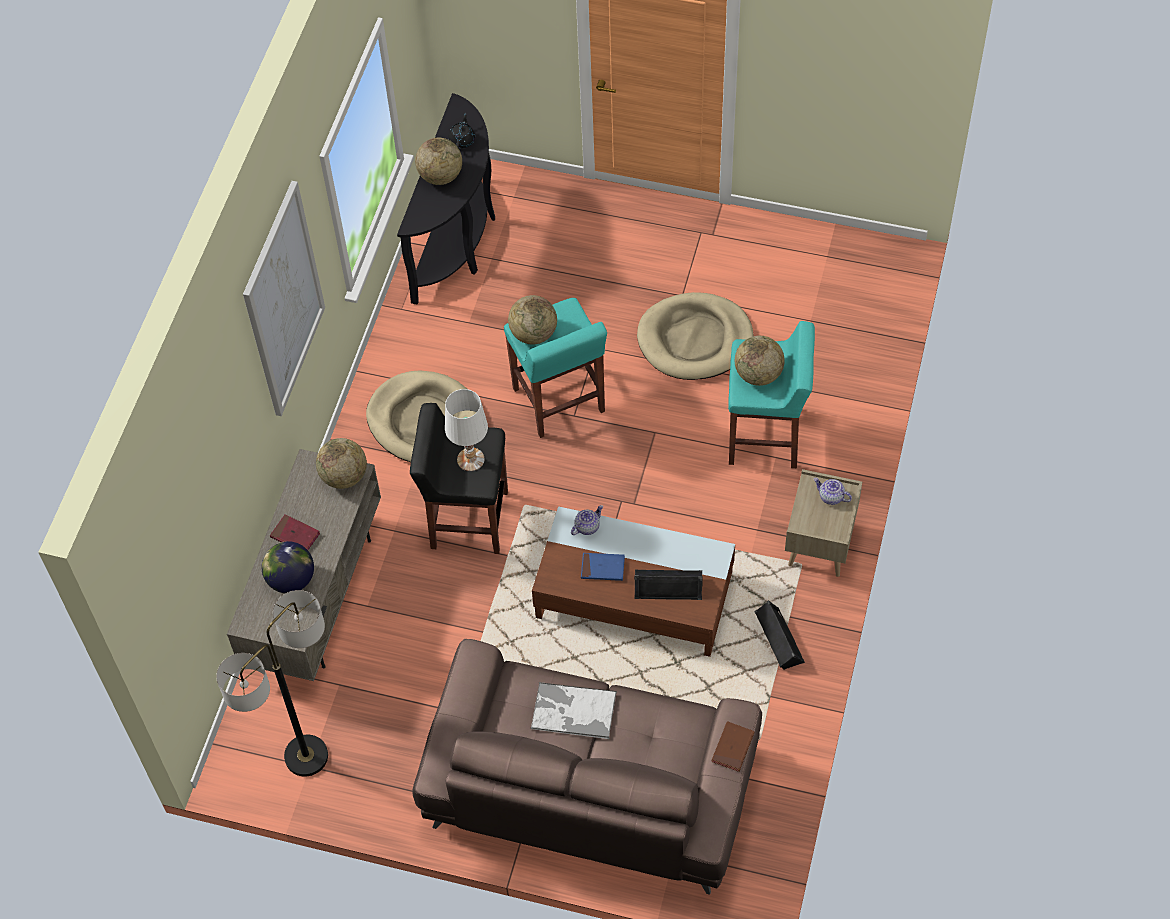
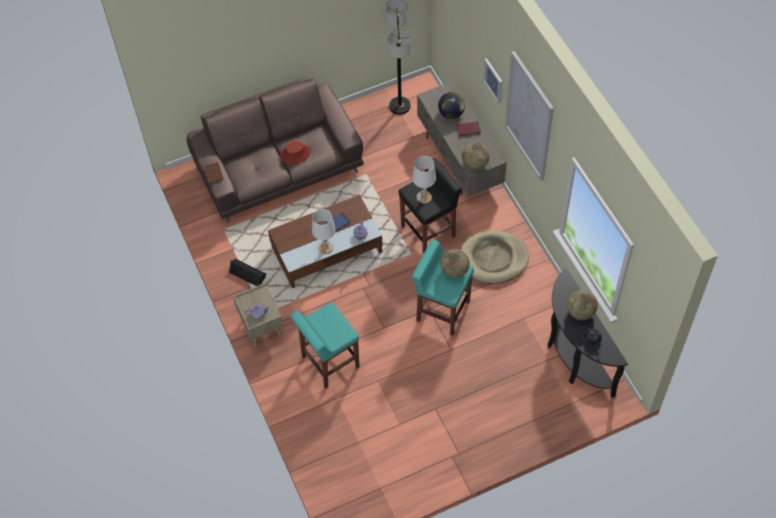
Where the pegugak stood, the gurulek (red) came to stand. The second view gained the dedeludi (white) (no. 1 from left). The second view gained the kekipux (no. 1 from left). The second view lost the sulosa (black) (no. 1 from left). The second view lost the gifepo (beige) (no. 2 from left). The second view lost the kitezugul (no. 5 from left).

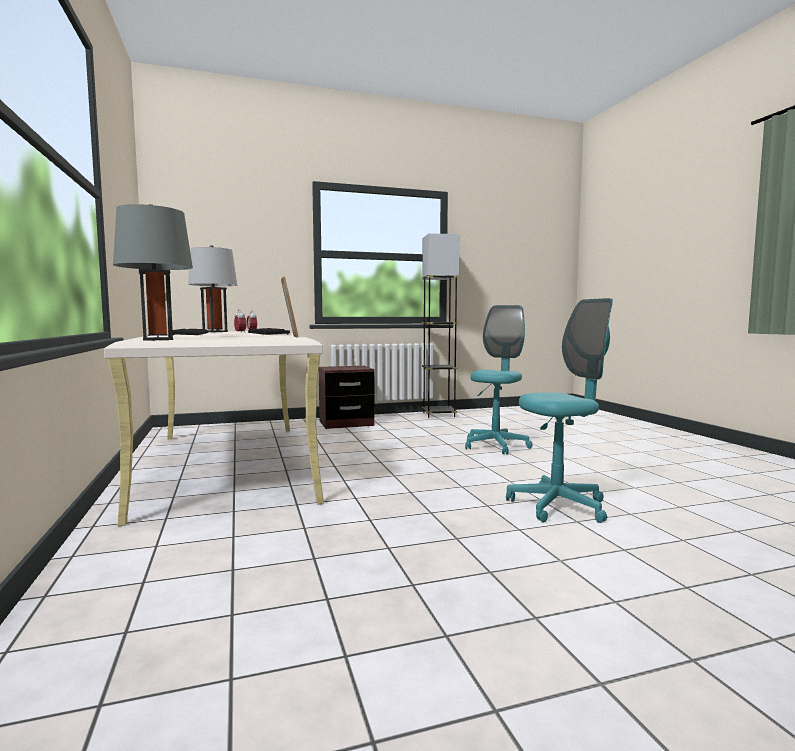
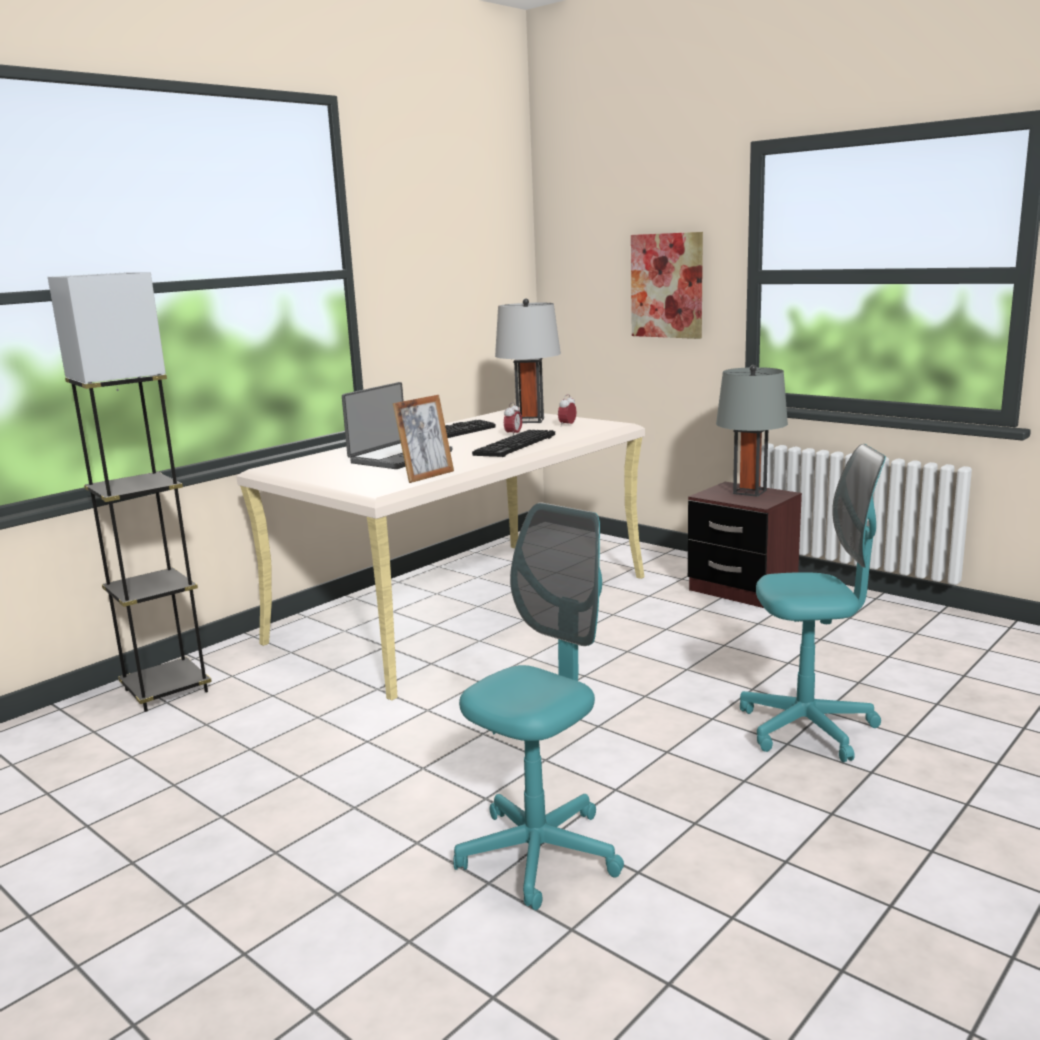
The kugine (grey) ended up elsewhere. The second view gained the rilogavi. The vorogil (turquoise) (no. 2 from left in the first image) ended up facing another way, 90 degrees counterclockwise from before. The second view gained the kekipux. The dedeludi (grey) (no. 1 from left in the first image) ended up elsewhere.

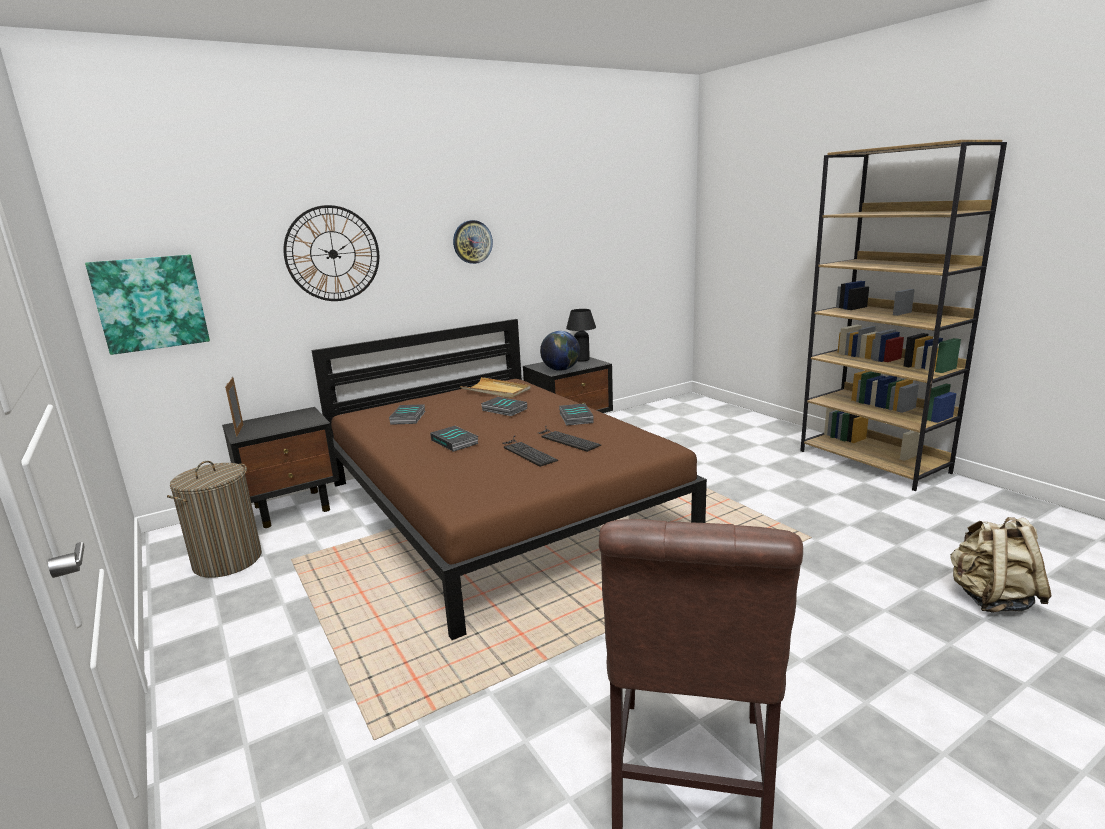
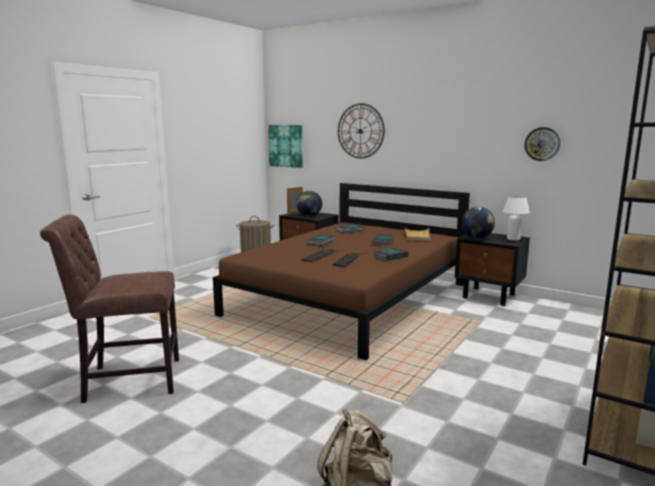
The second view gained the kitezugul (no. 1 from left). What was the dedeludi (black) turned into the dedeludi (white). The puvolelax (no. 2 from left) ended up elsewhere.

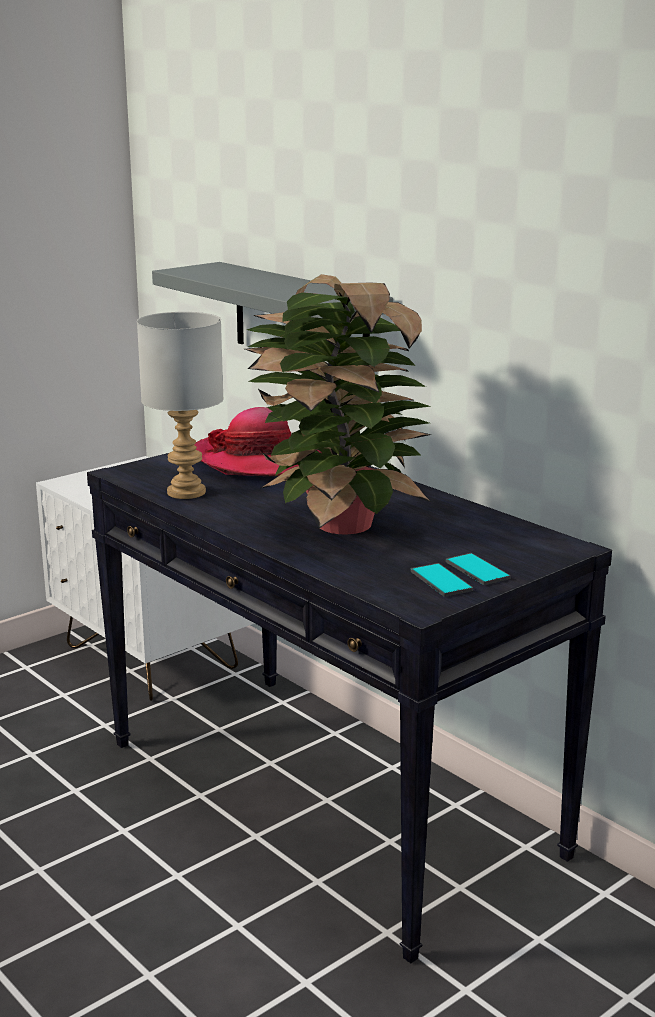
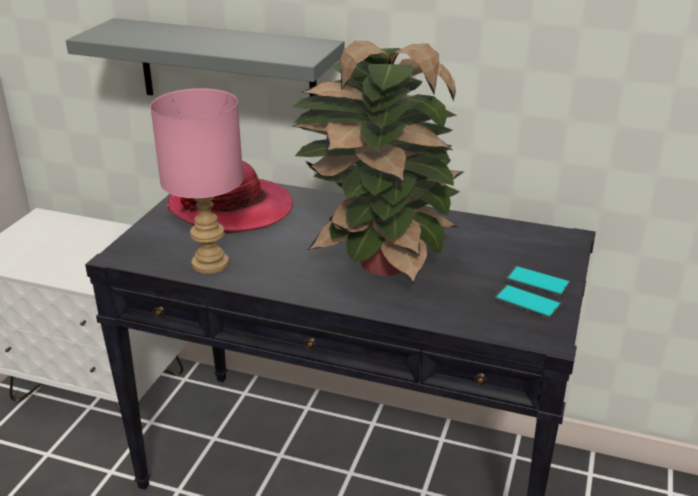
What was the dedeludi (grey) turned into the dedeludi (pink).

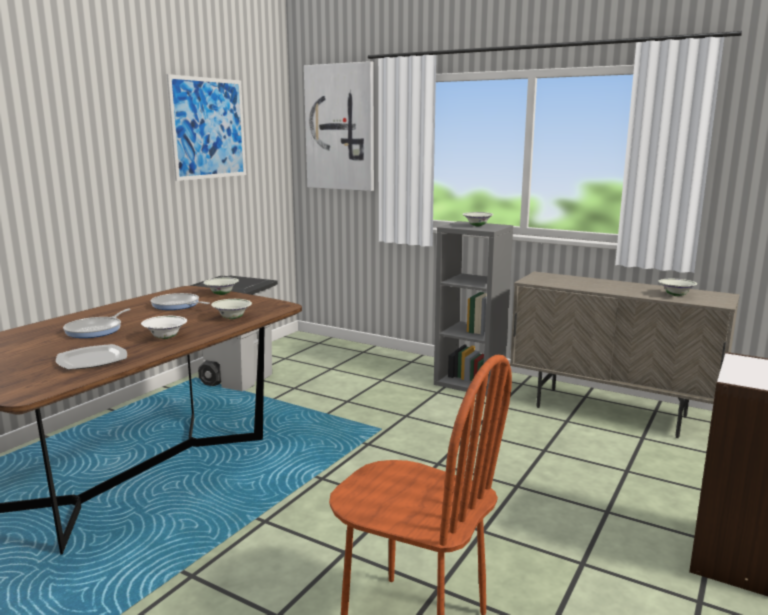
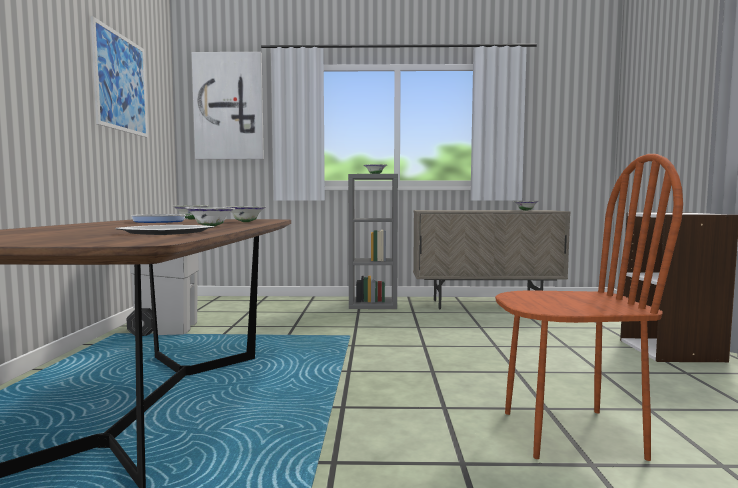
The second view lost the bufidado (no. 1 from left).

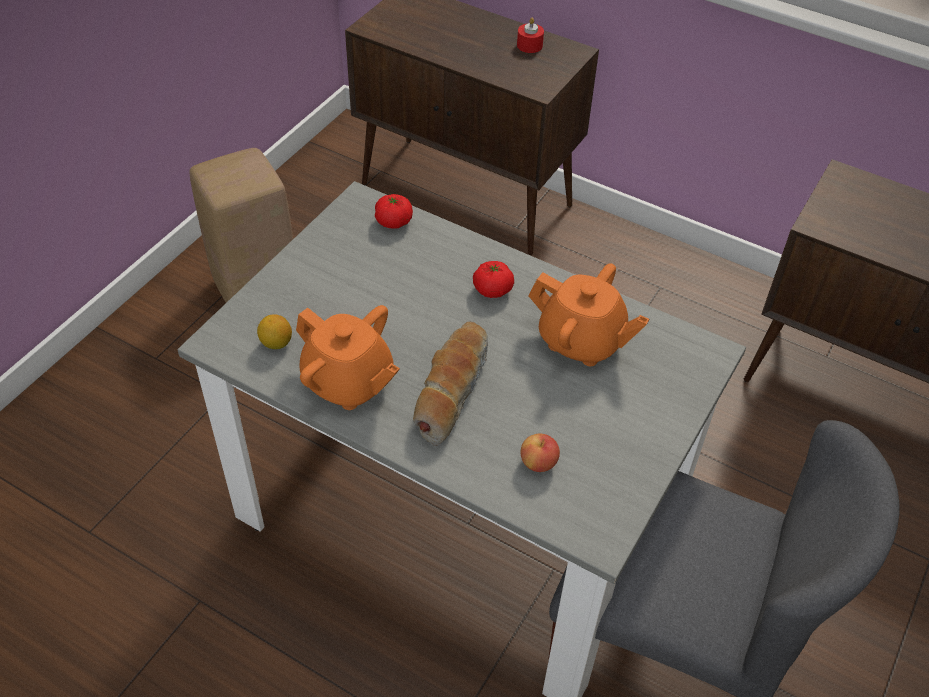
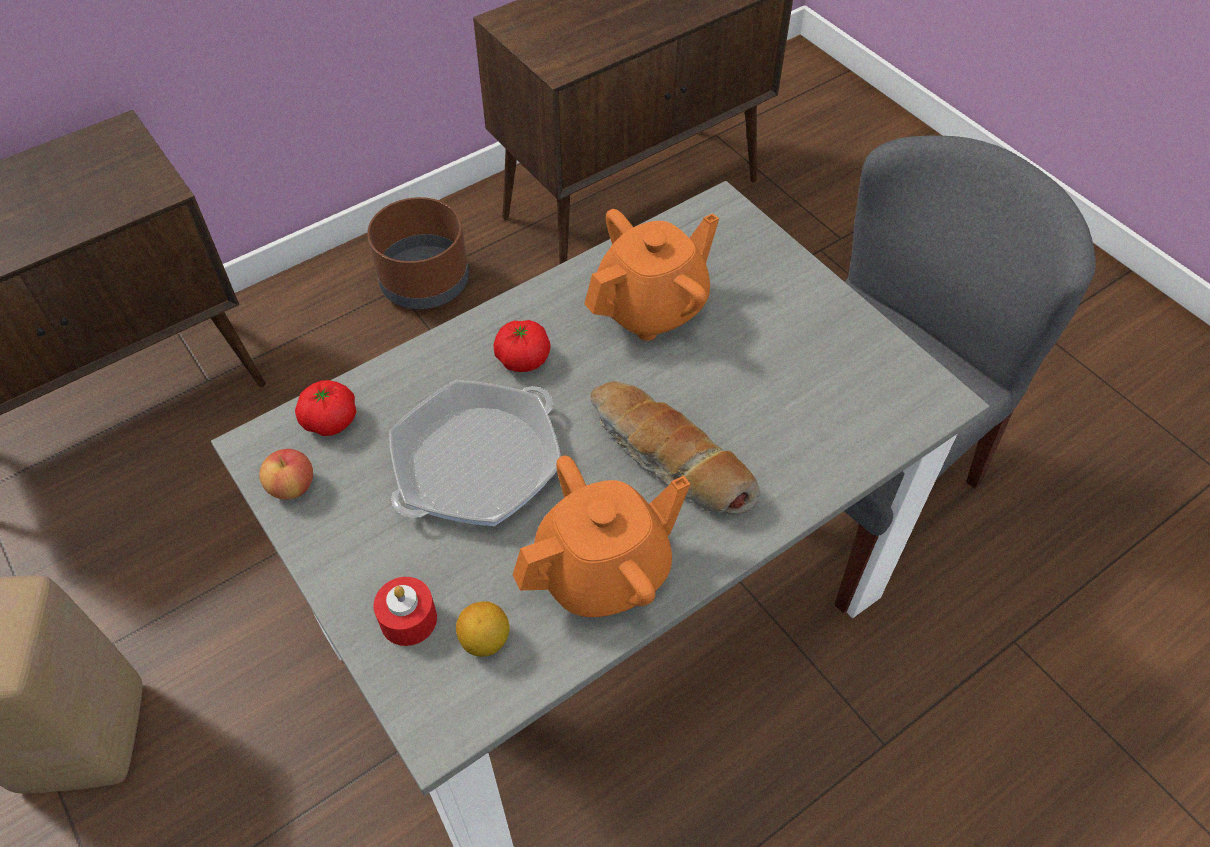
The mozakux ended up elsewhere. The second view gained the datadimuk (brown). The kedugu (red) ended up elsewhere. The second view gained the bufidado.

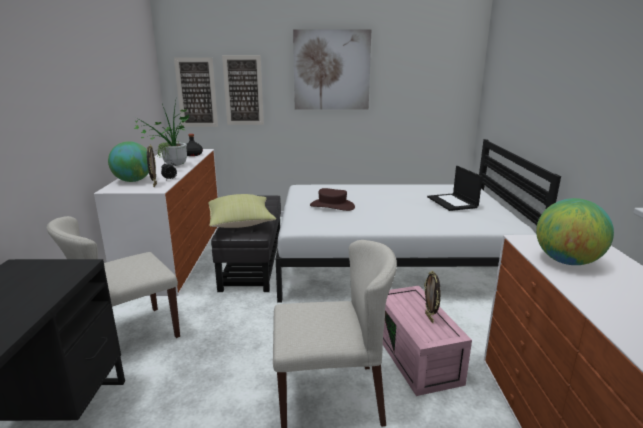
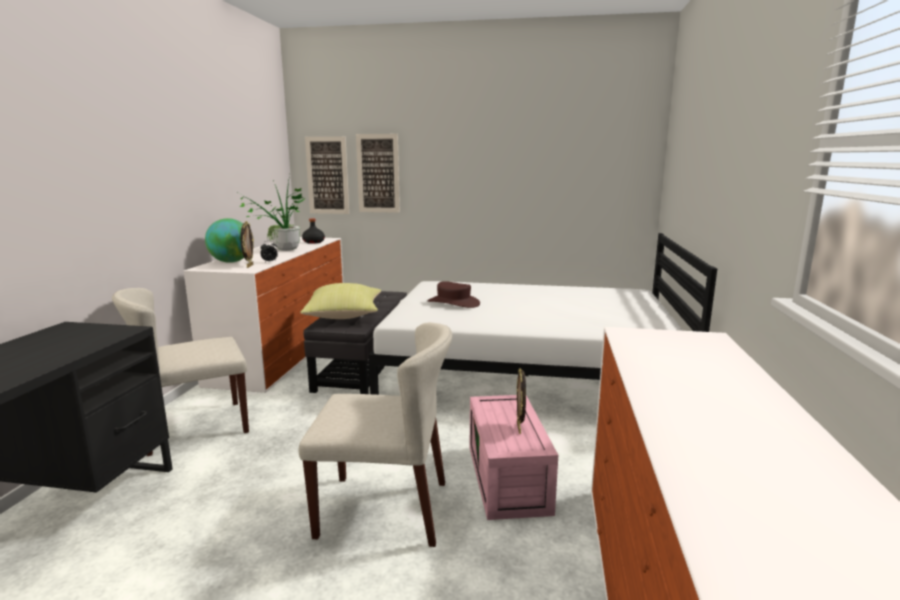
The second view lost the kekipux (no. 3 from left). The second view lost the rilogavi. The second view lost the kitezugul (no. 2 from left).

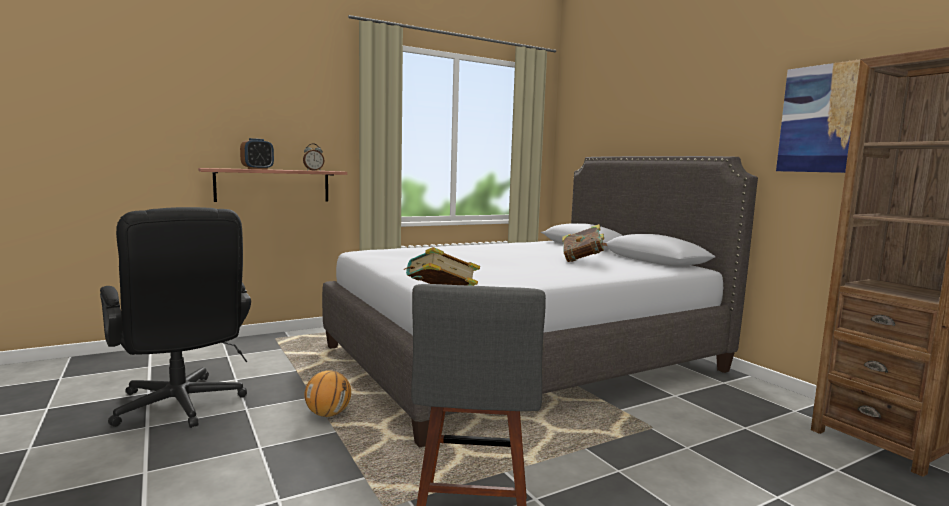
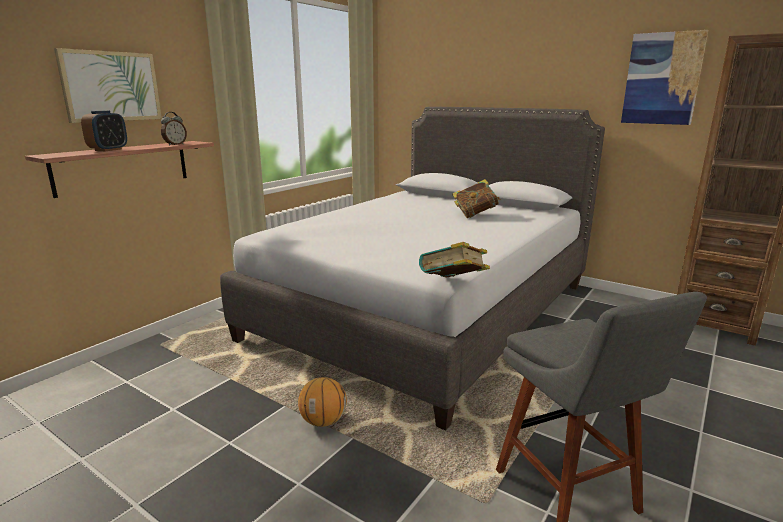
The second view gained the kekipux (no. 1 from left). The second view lost the vorogil (black).

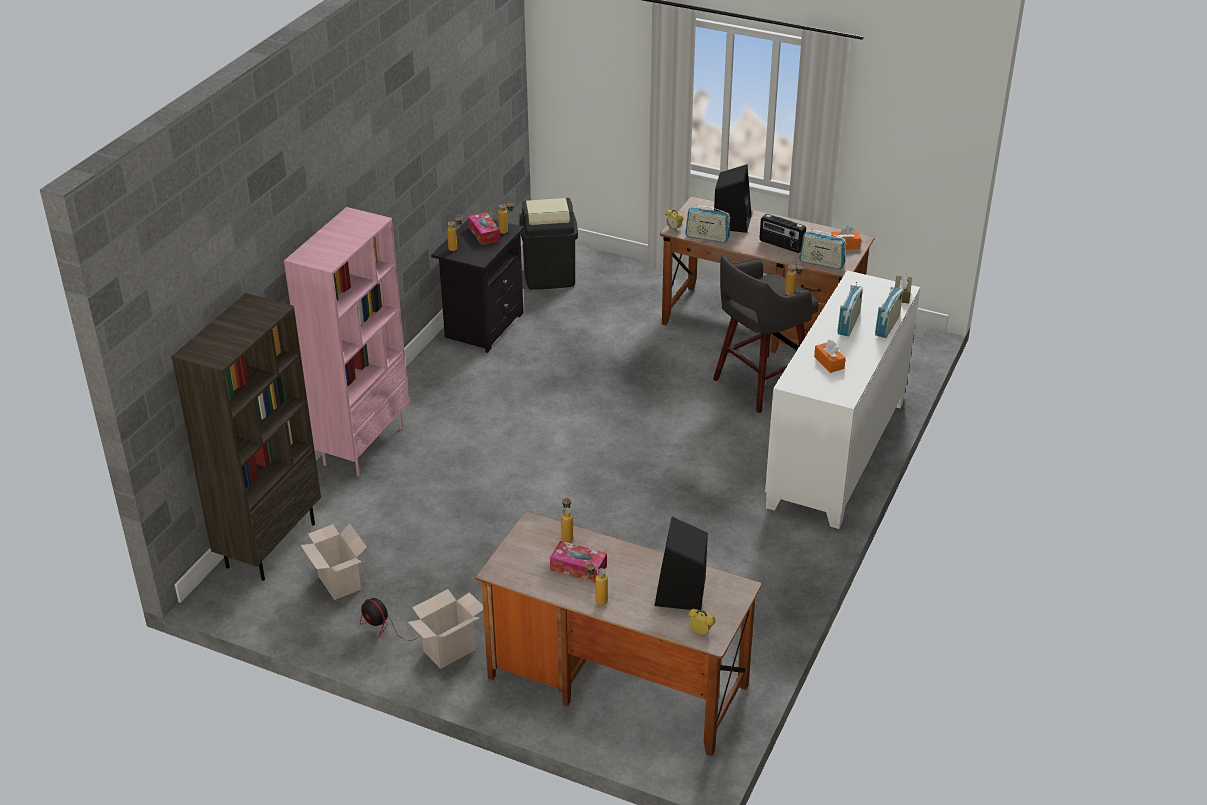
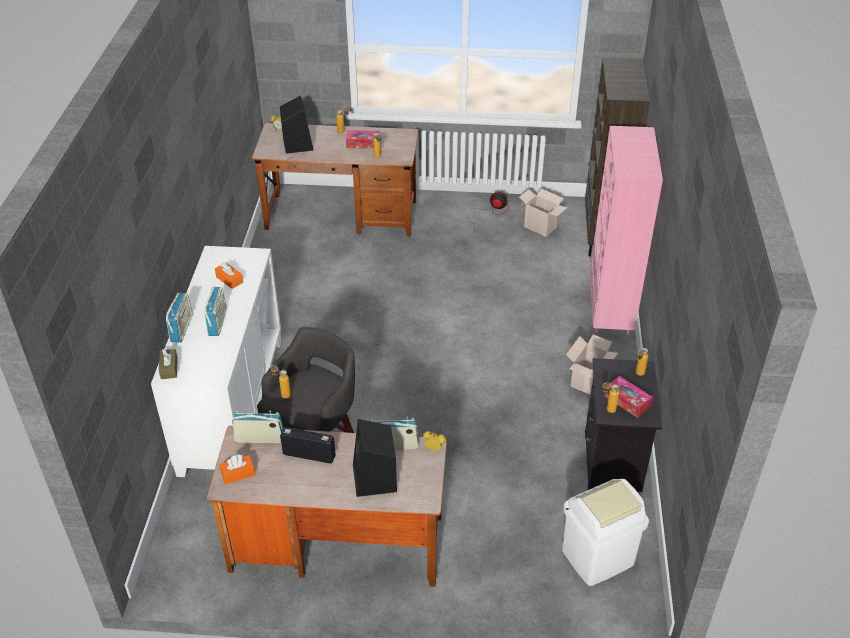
What was the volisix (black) turned into the volisix (white). The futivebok (no. 2 from left) ended up elsewhere.

